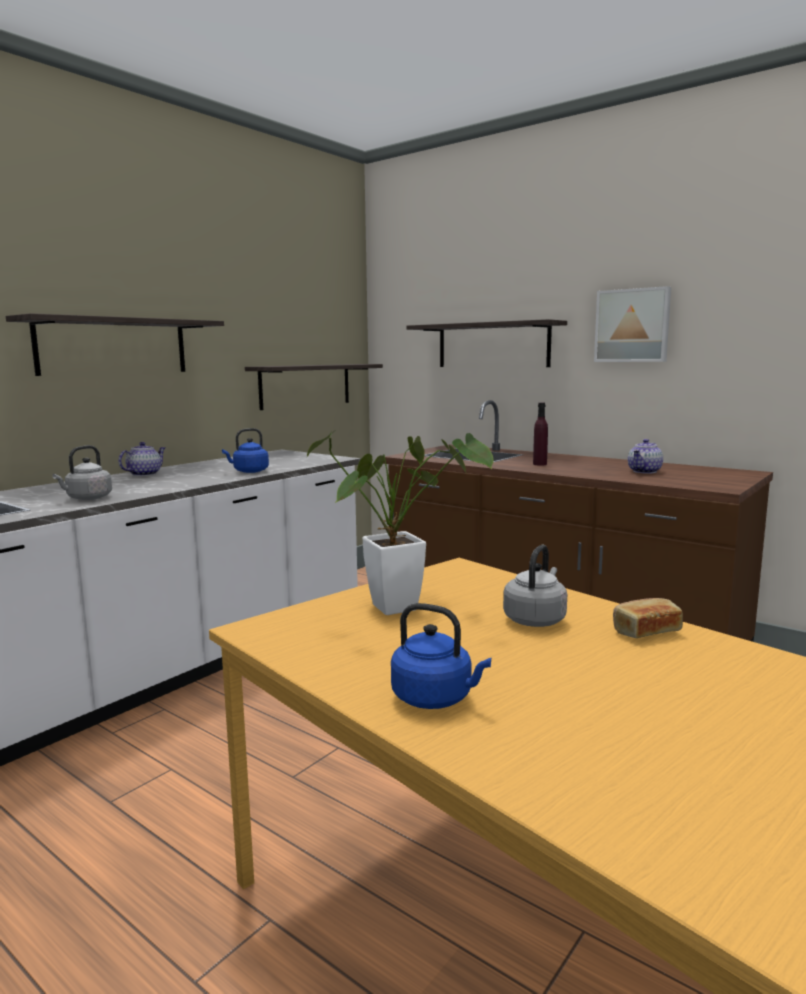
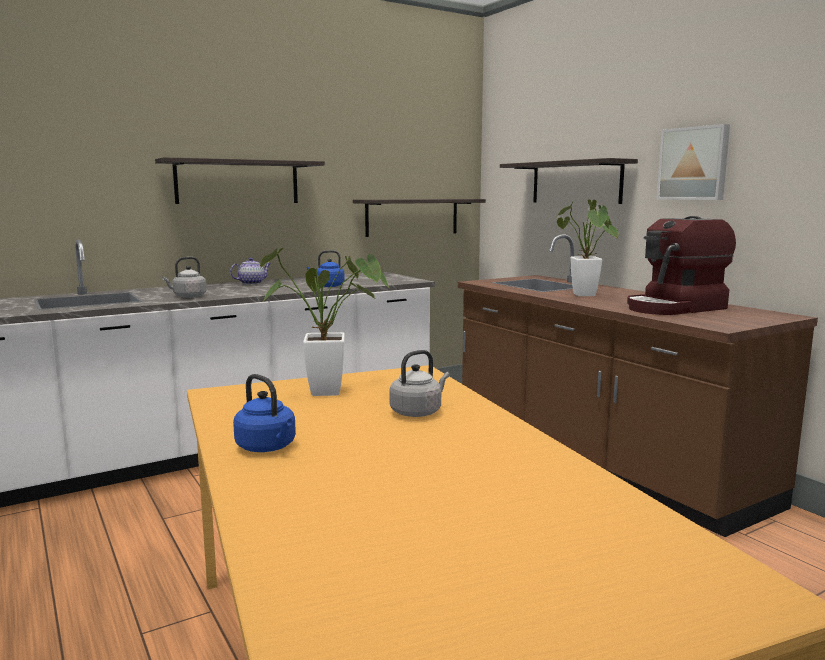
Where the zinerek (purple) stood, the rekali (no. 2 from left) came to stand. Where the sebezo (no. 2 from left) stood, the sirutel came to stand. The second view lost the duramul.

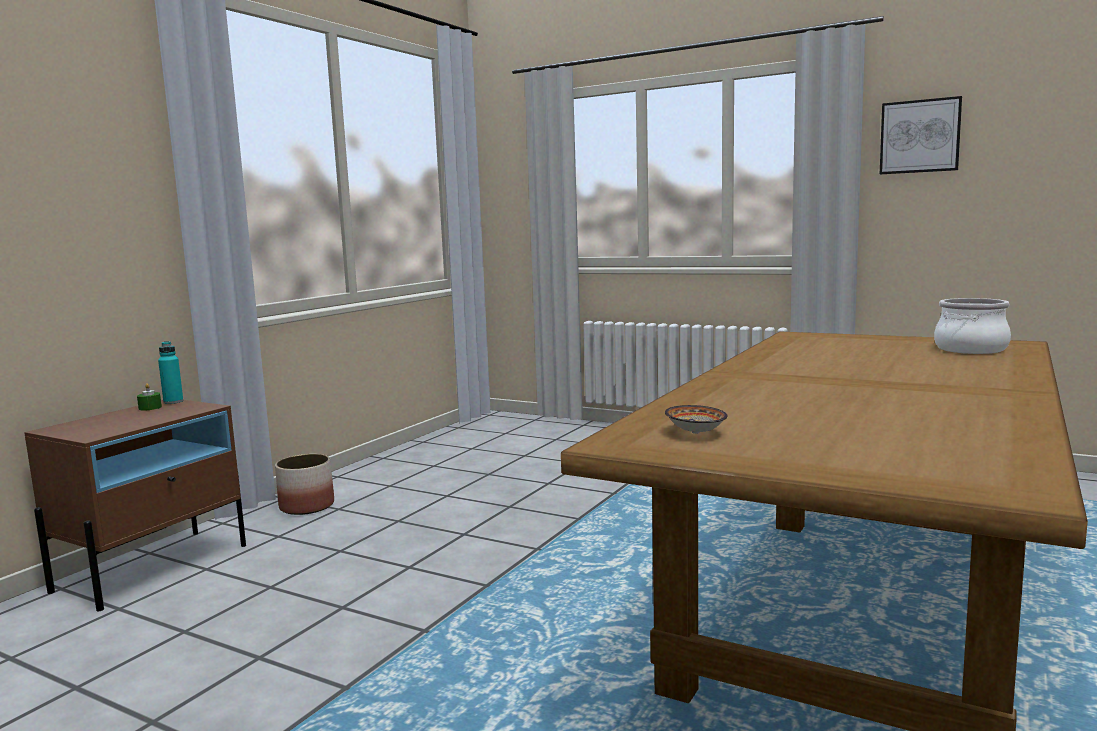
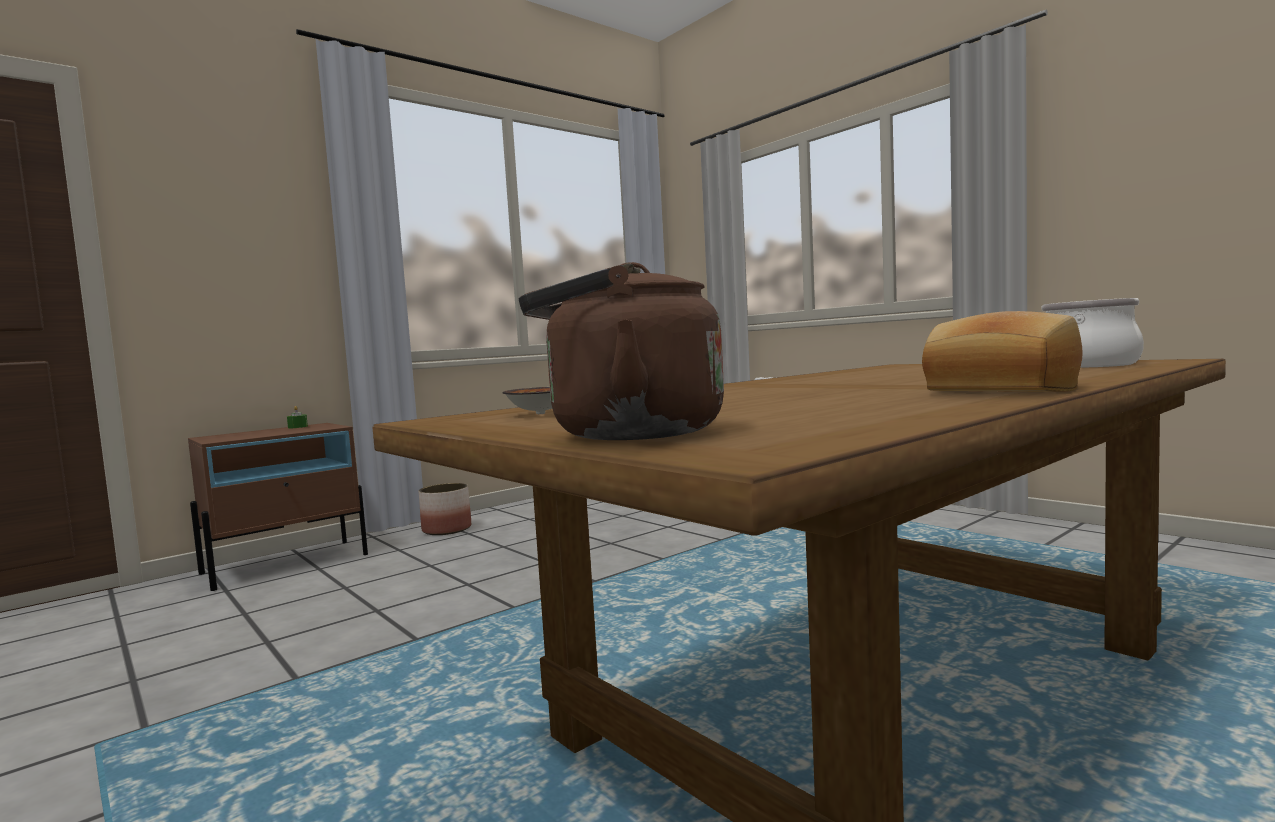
The second view gained the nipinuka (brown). The second view gained the duramul. The second view lost the zinerek (turquoise). The second view lost the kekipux.

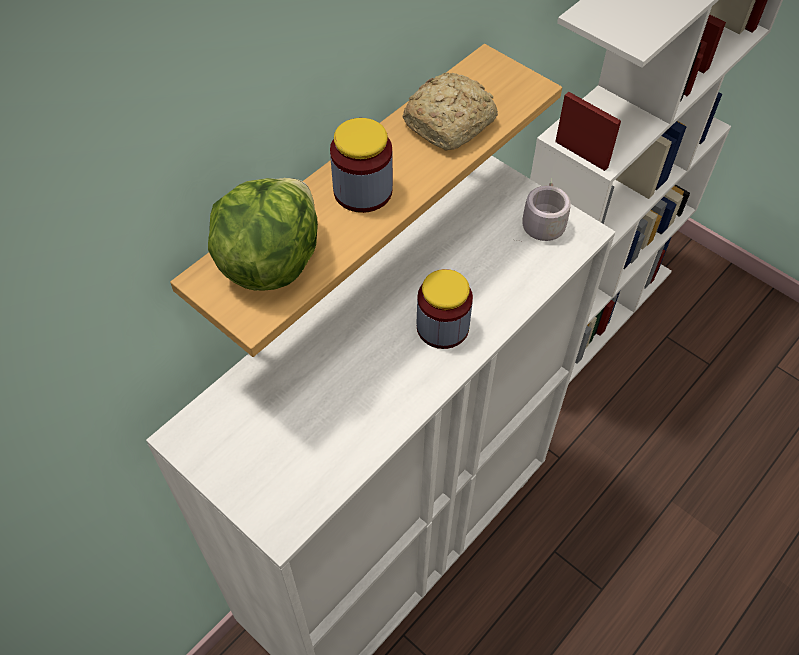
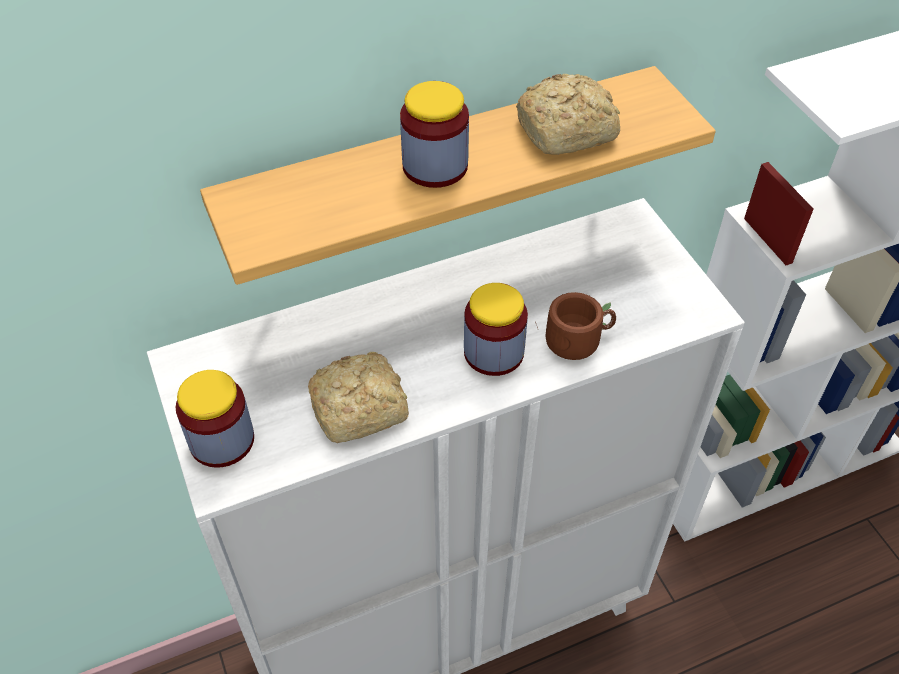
The second view gained the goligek (no. 1 from left). The second view gained the duramul (no. 1 from left). The second view gained the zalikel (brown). The second view lost the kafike. The second view lost the zalikel (grey).

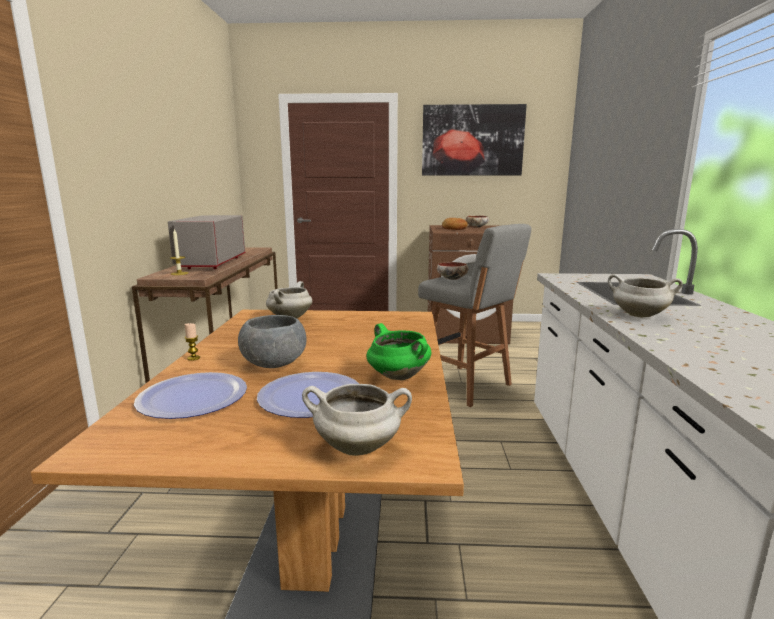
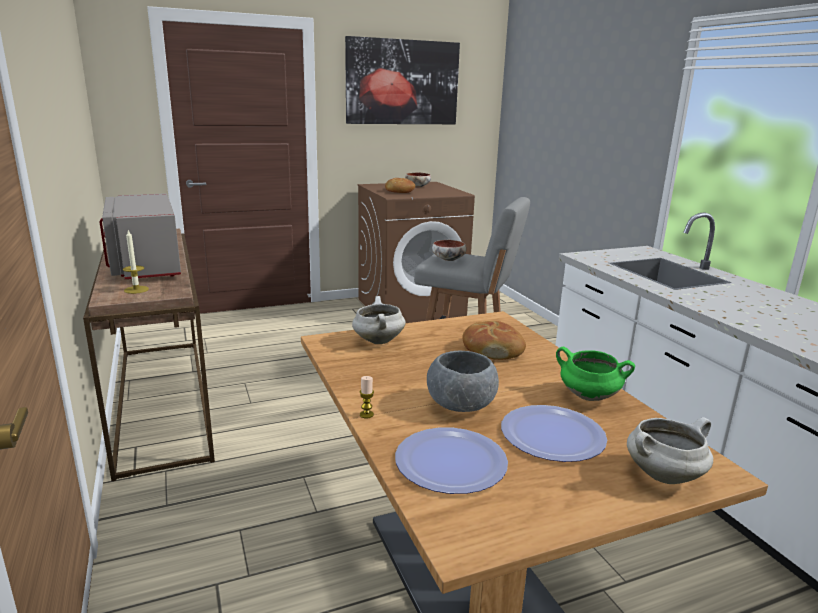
The second view gained the duramul (no. 2 from left). The second view lost the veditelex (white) (no. 3 from left).

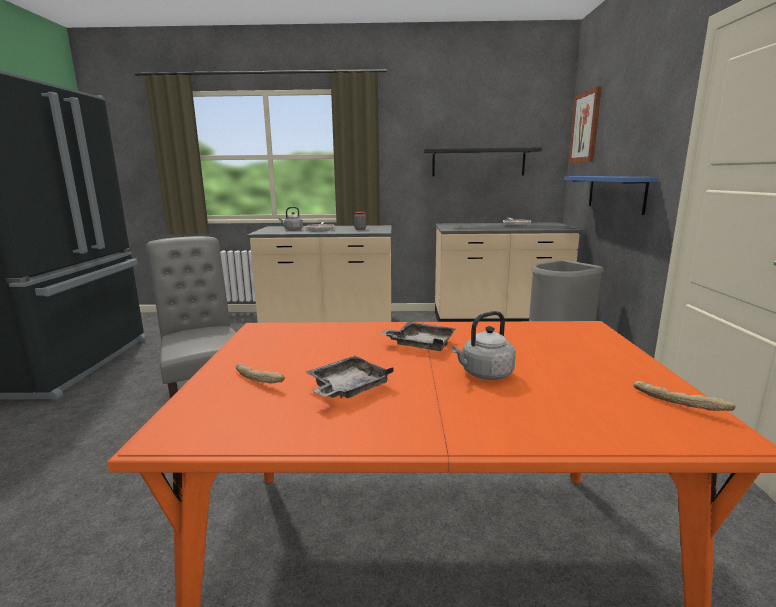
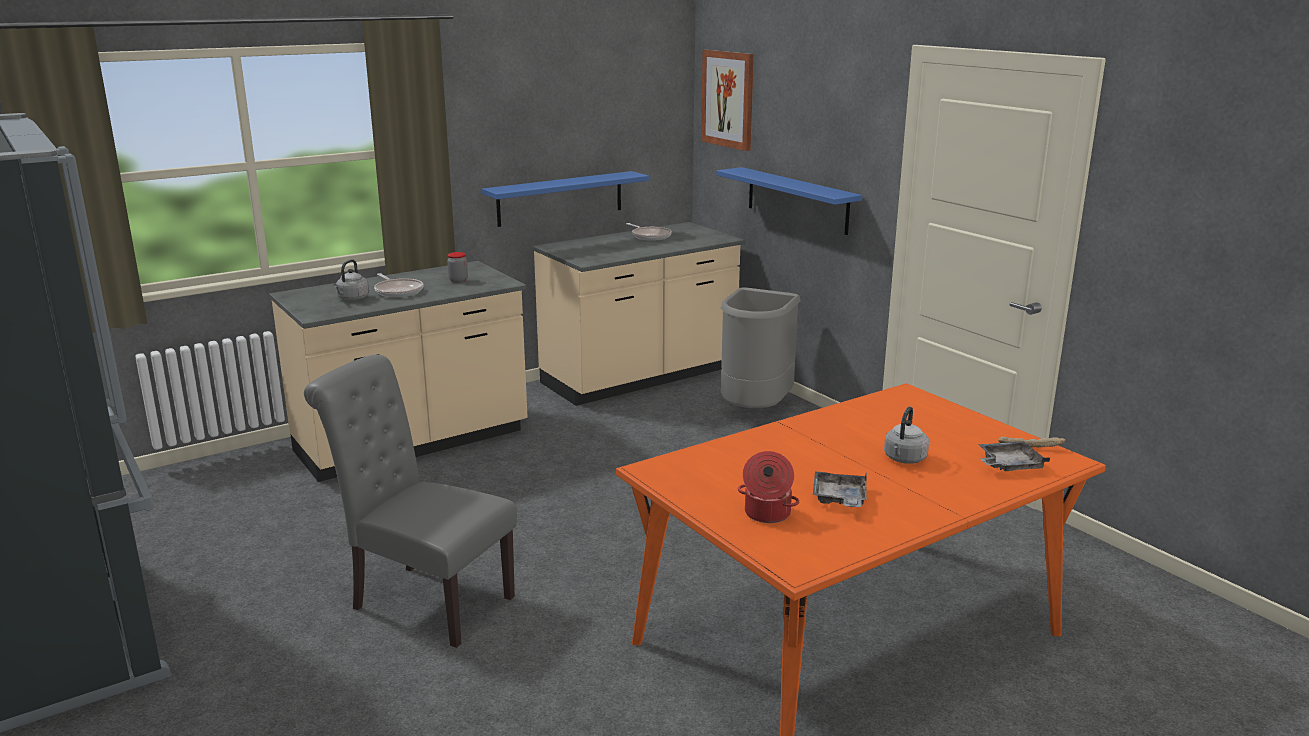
The second view gained the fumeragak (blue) (no. 1 from left). Where the duramul (no. 1 from left) stood, the veditelex came to stand. The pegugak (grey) (no. 2 from left) ended up elsewhere. The second view lost the fumeragak (black).

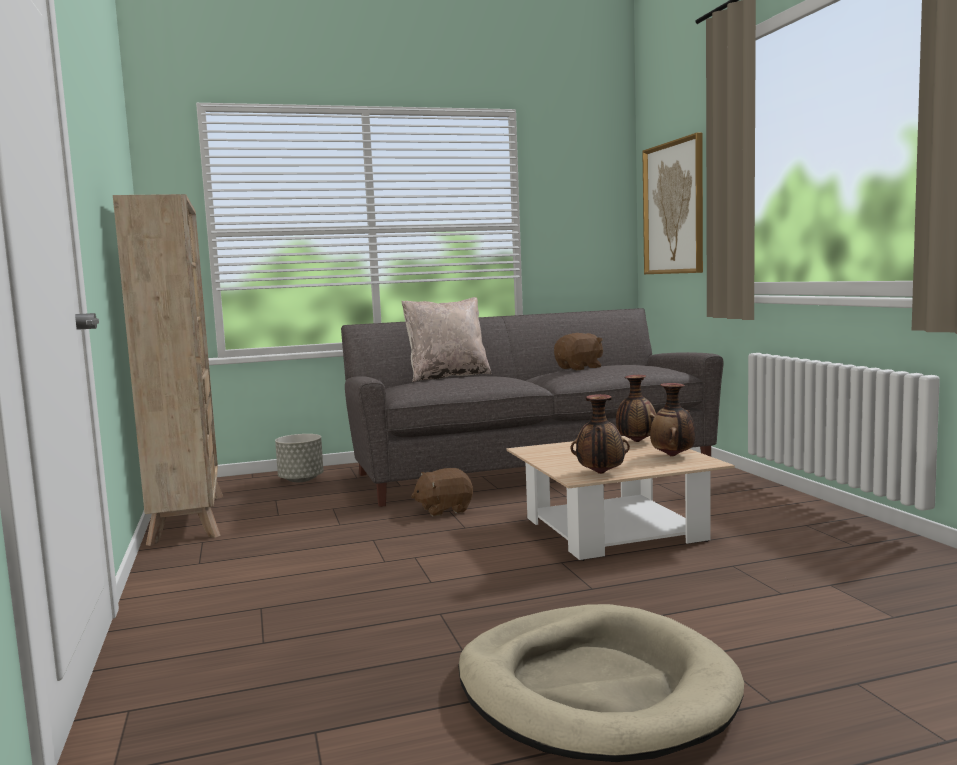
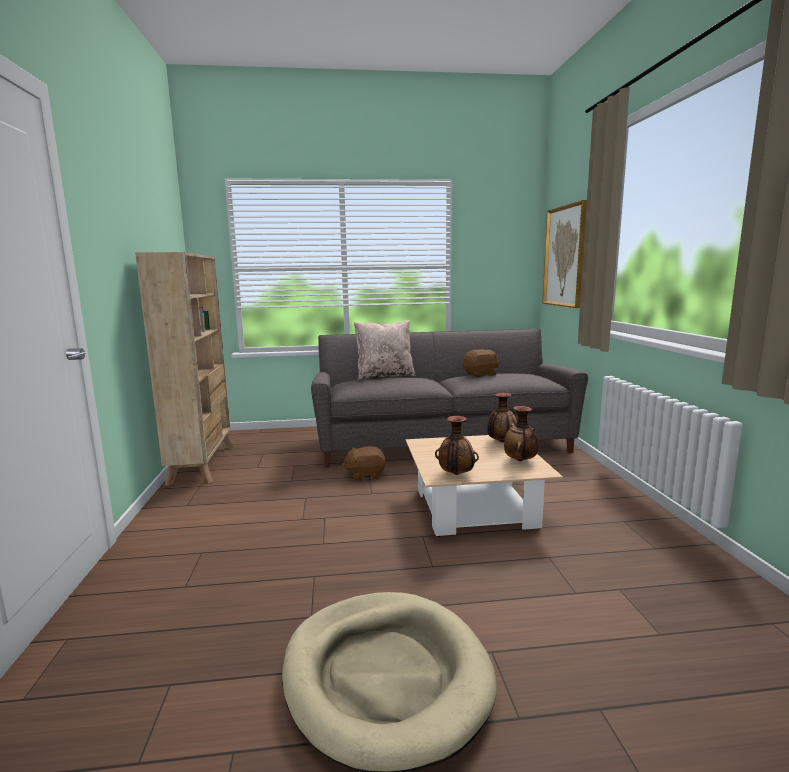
The second view lost the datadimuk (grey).

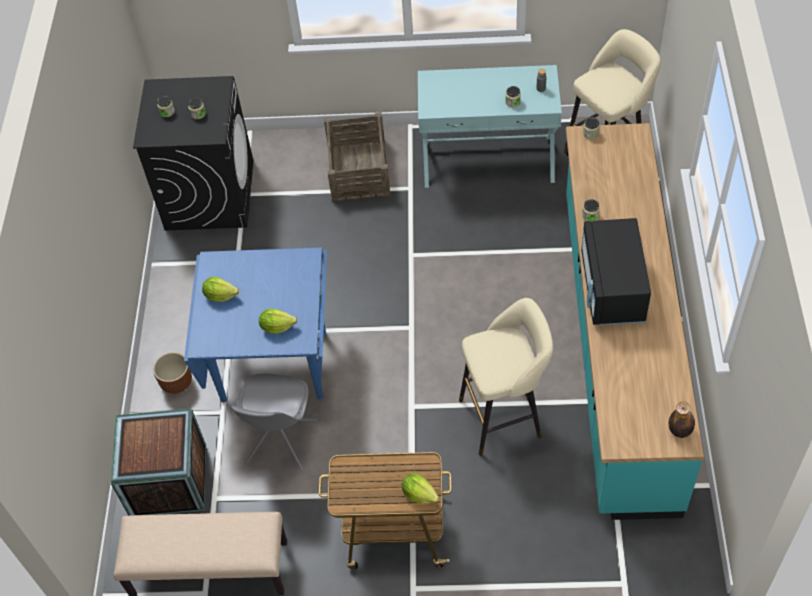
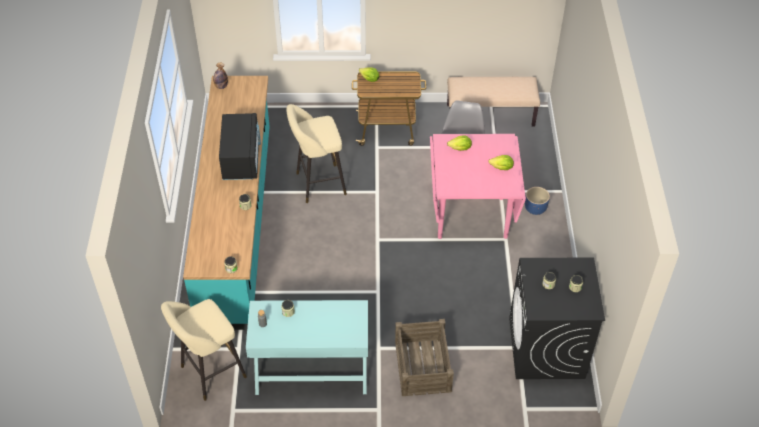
What was the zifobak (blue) turned into the zifobak (pink). What was the datadimuk (brown) turned into the datadimuk (blue). The second view lost the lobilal (no. 1 from left).

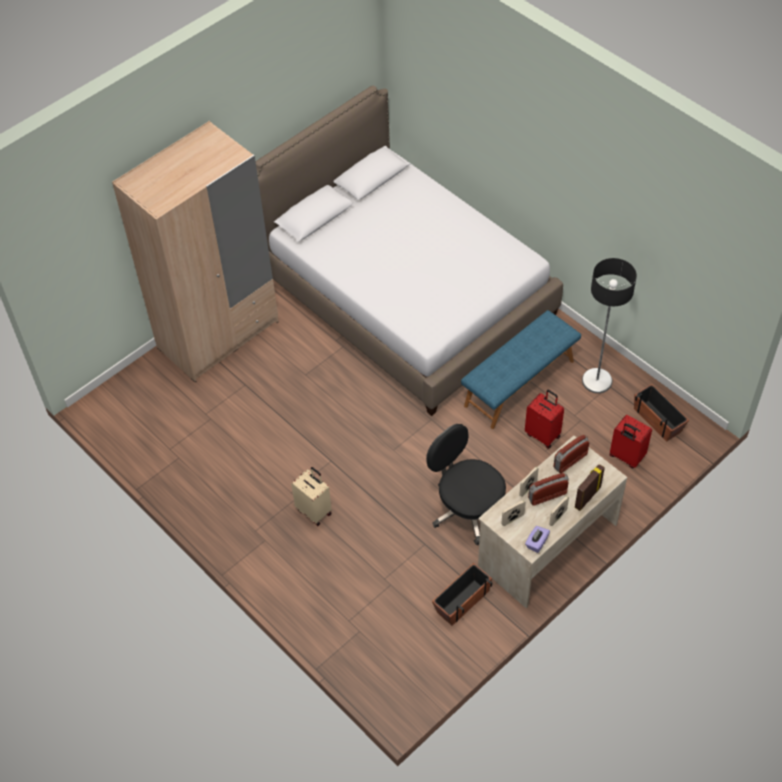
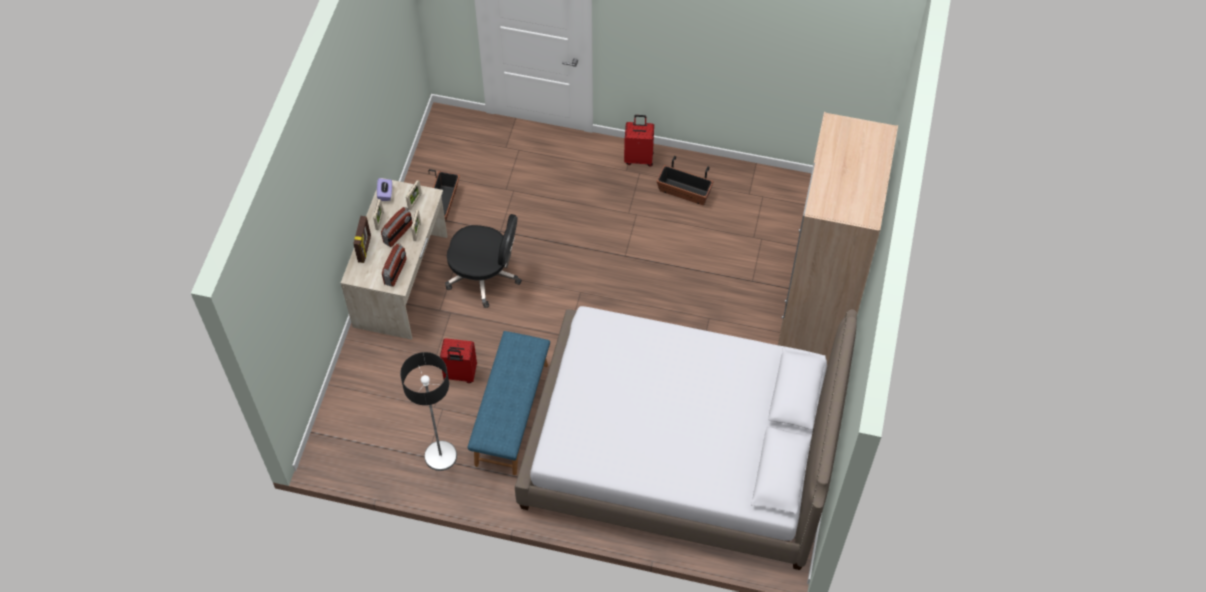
The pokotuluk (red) (no. 2 from left) ended up elsewhere. The datadimuk (no. 2 from left) ended up elsewhere. The second view lost the pokotuluk (beige).

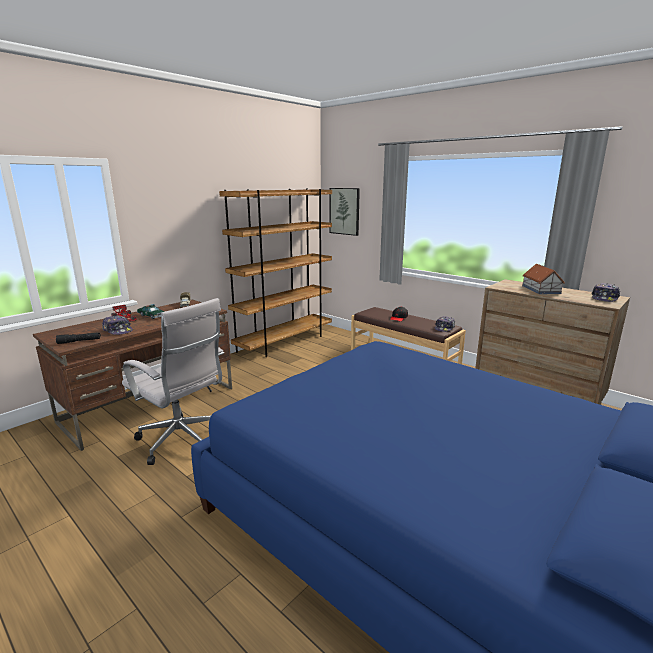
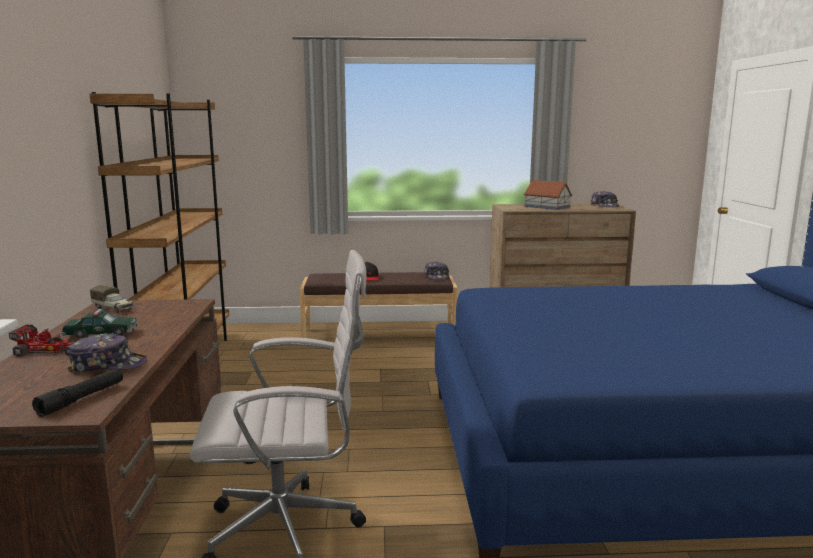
The second view lost the kekipux.

